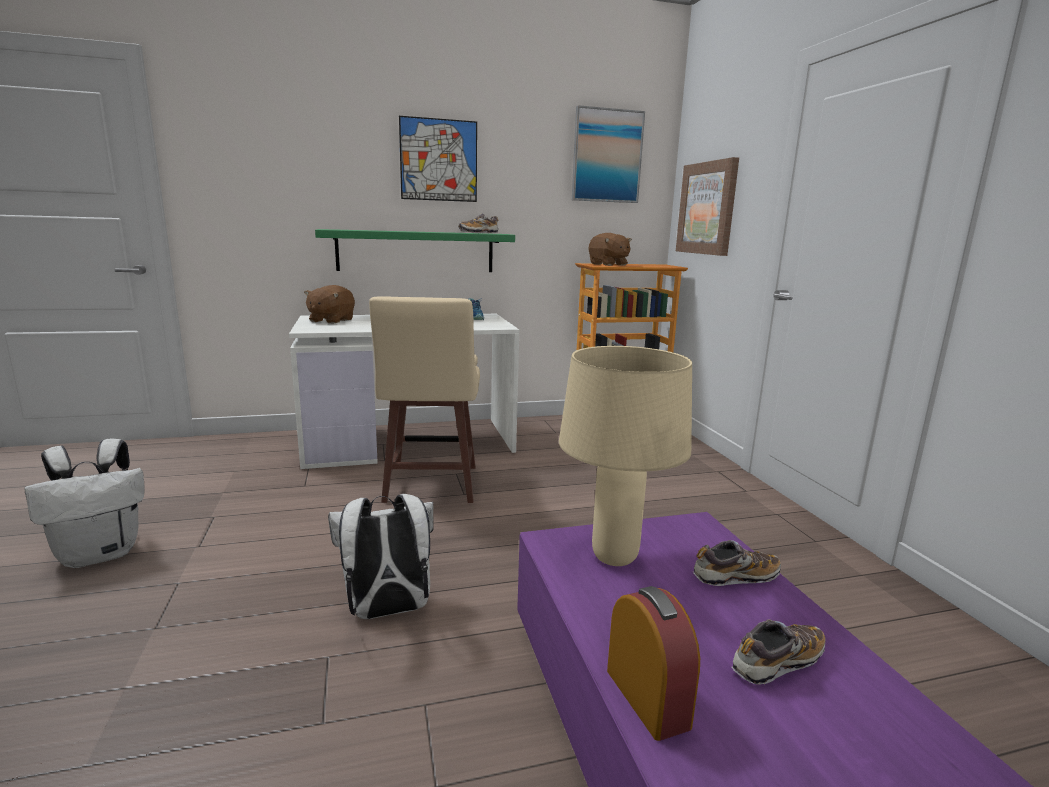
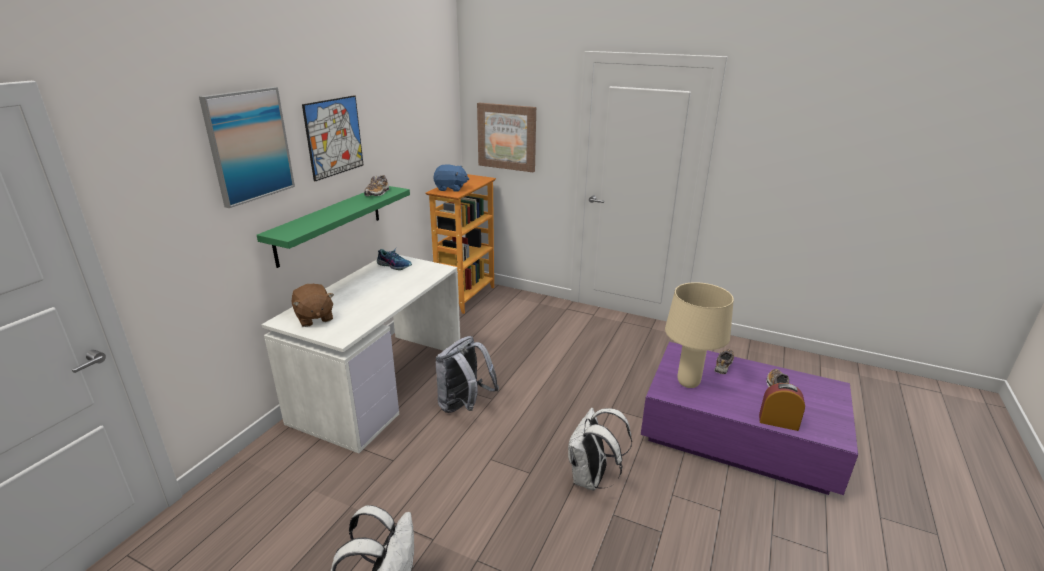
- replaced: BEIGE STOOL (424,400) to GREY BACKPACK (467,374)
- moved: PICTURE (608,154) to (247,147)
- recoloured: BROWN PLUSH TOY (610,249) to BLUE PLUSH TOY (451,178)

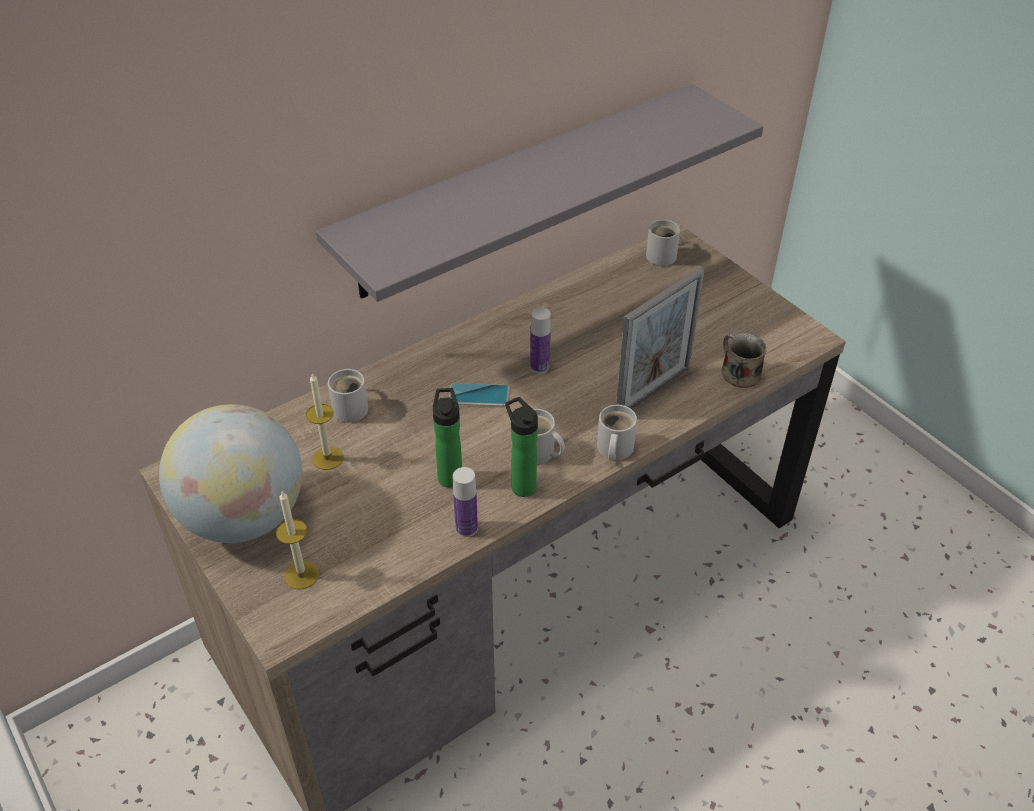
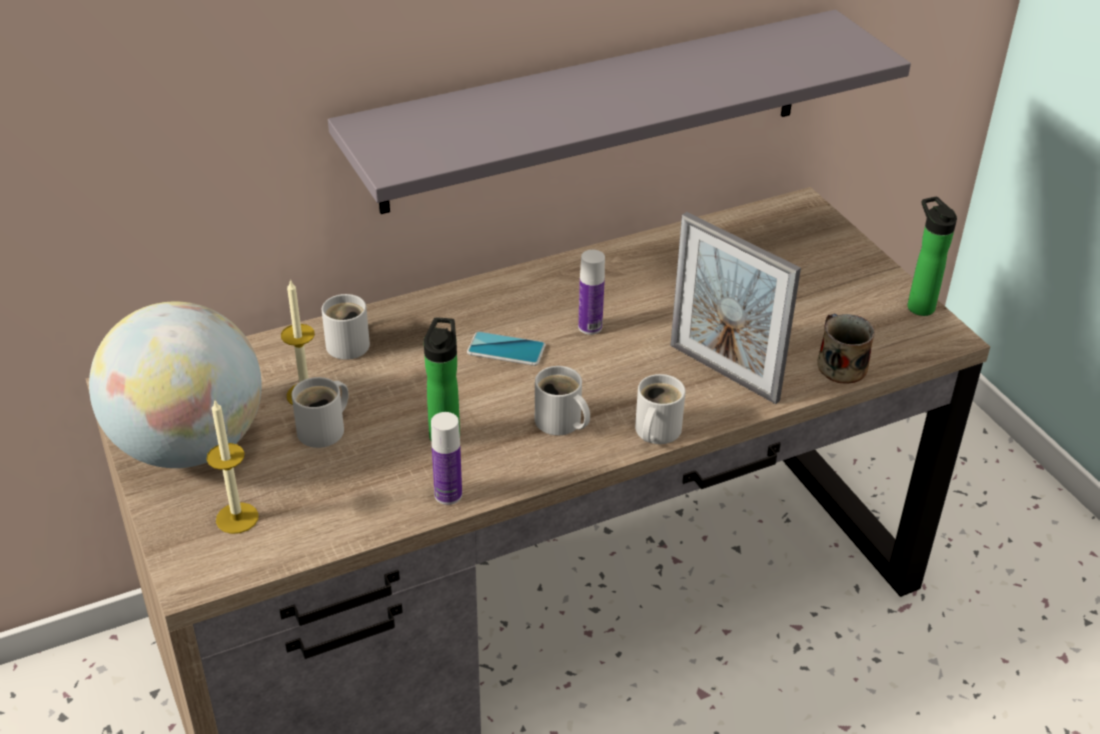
- moved: BOTTLE (521,447) to (932,256)
- turned: PICTURE FRAME (660,338) = (735,308) 75 degrees clockwise
- moved: WHITE MUG (663,243) to (320,412)

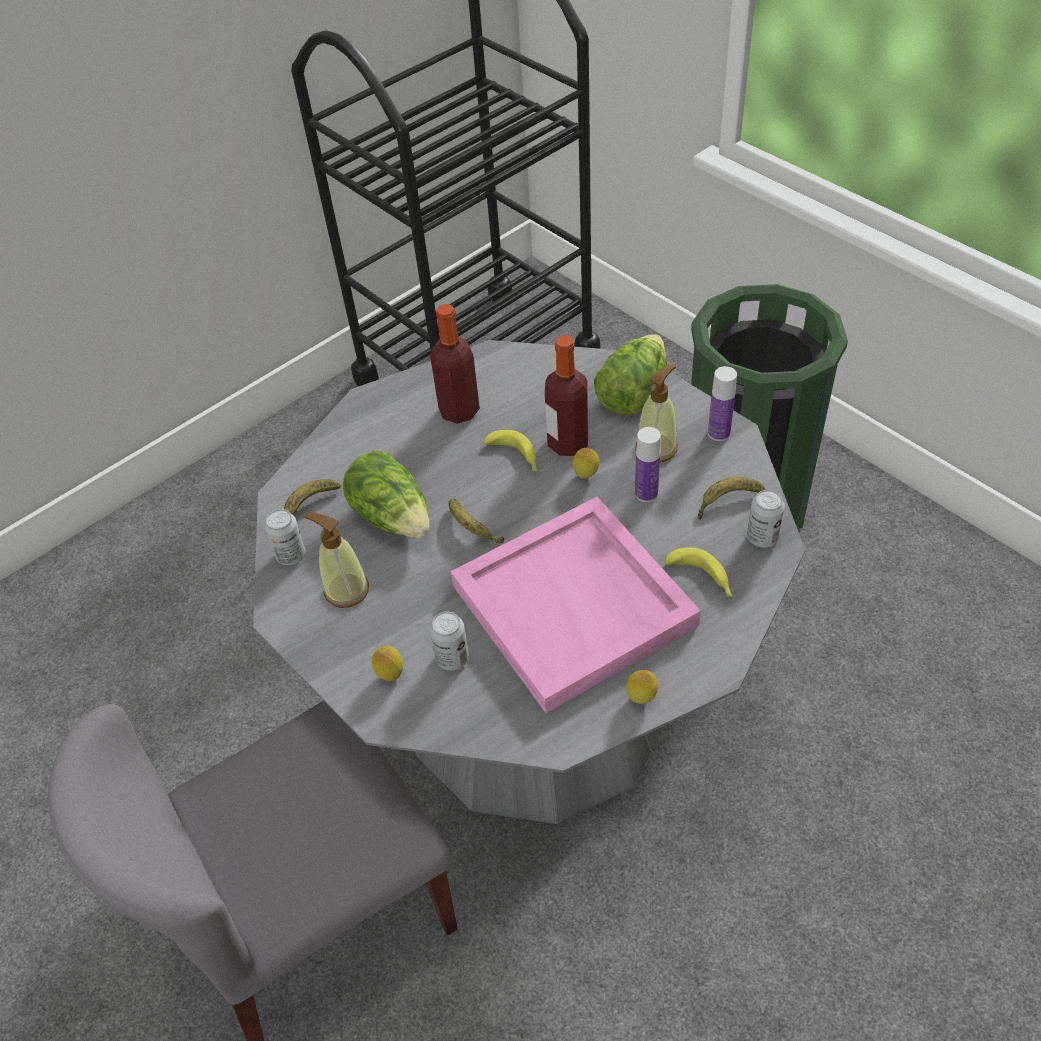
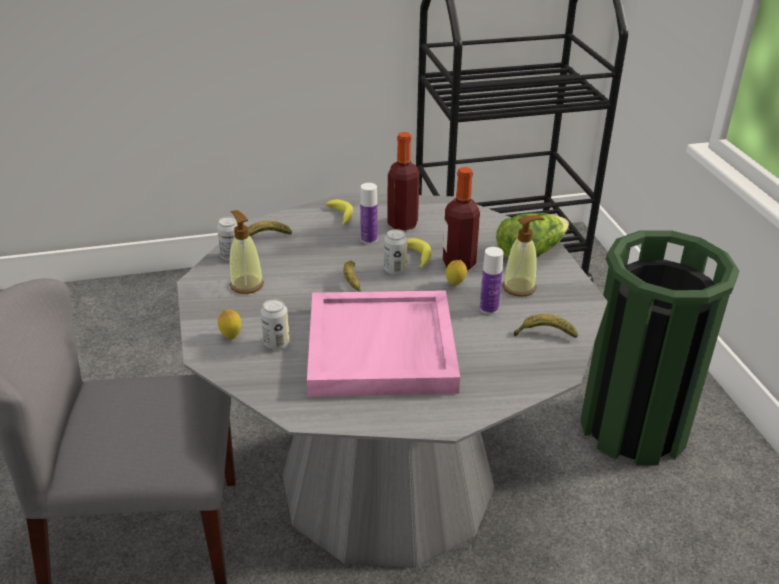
- removed: LETTUCE (386,494)
- removed: LEMON (642,687)
- moved: BANANA (699,572) to (339,212)
- moved: BOTTLE (722,403) to (368,213)
- moved: CAN (766,519) to (396,252)

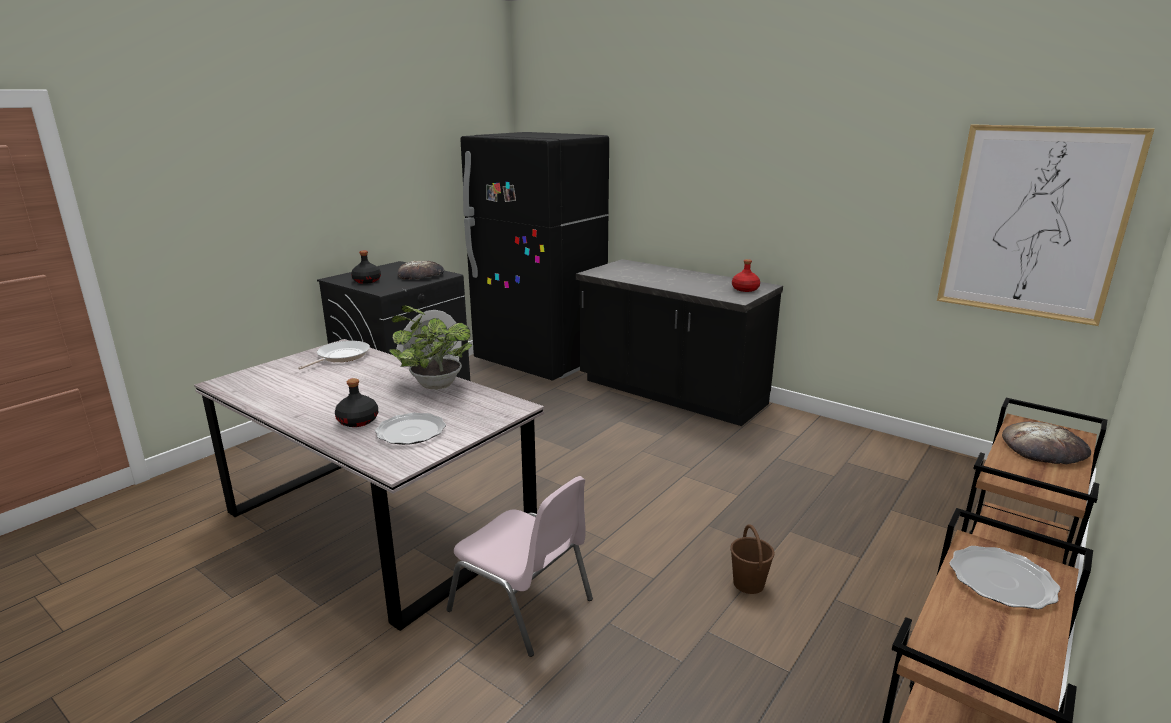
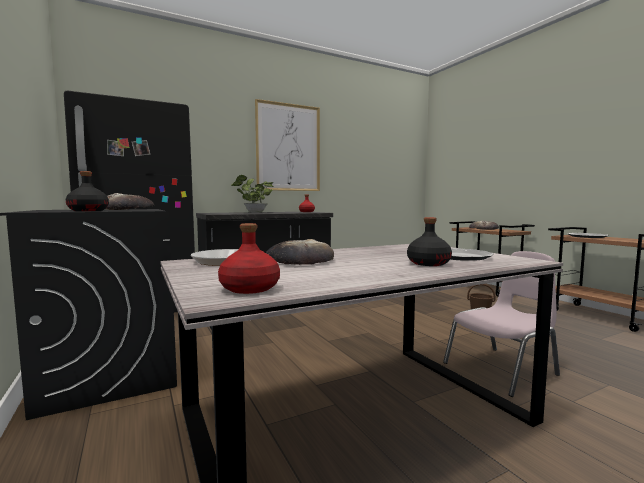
- moved: POTTED PLANT (430,347) to (252,194)
- moved: PICTURE (1045,225) to (287,145)
- added: RED BOTTLE (249,258)
- added: BREAD (300,252)

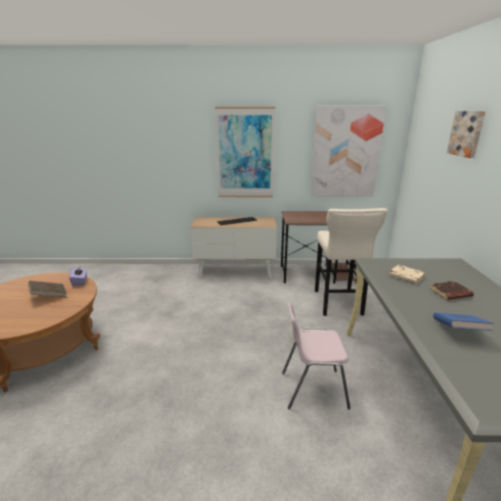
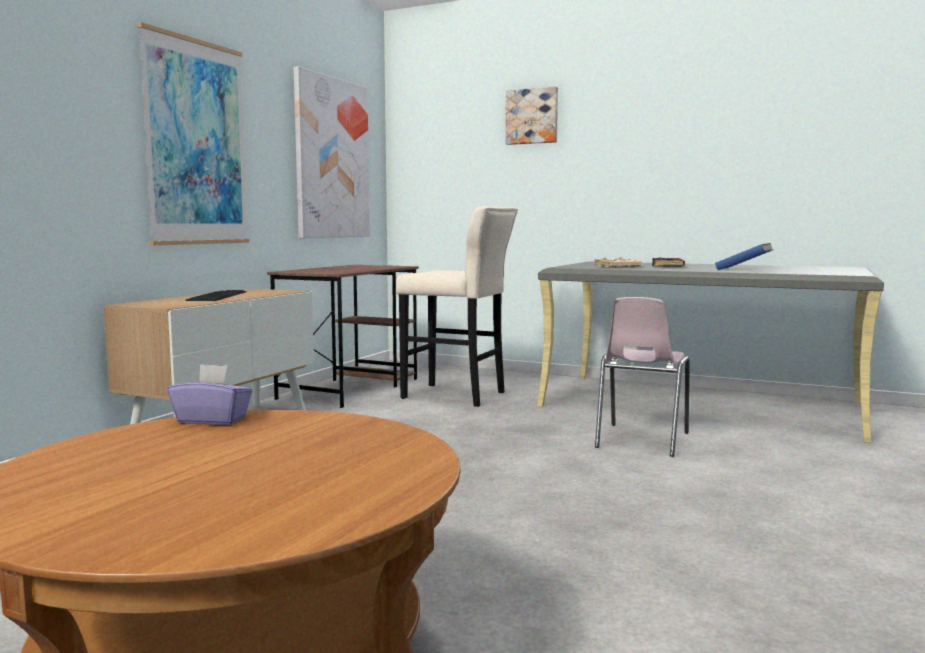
- removed: BROWN BOOK (47,289)

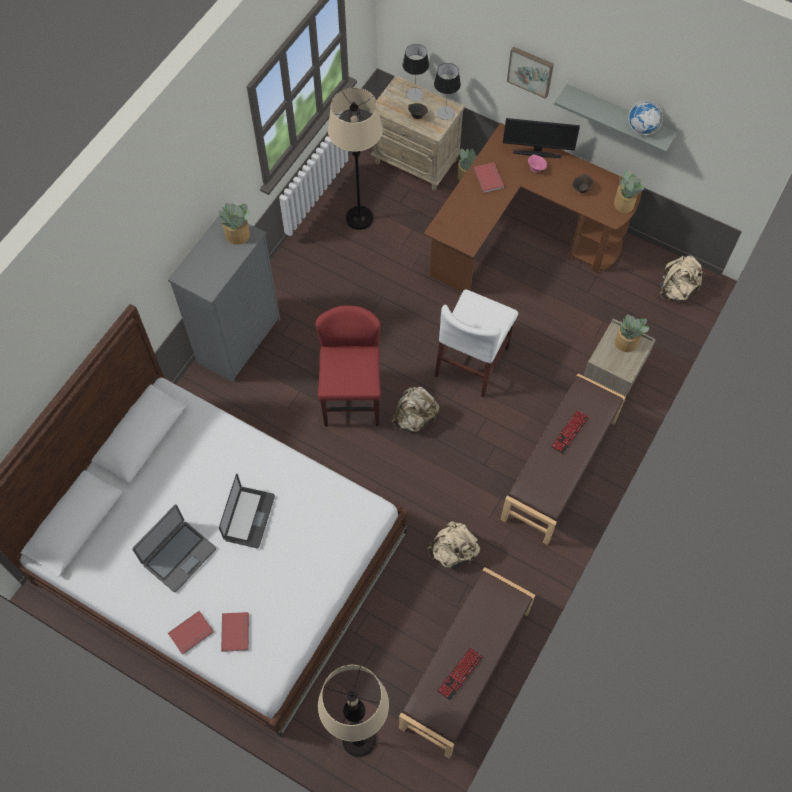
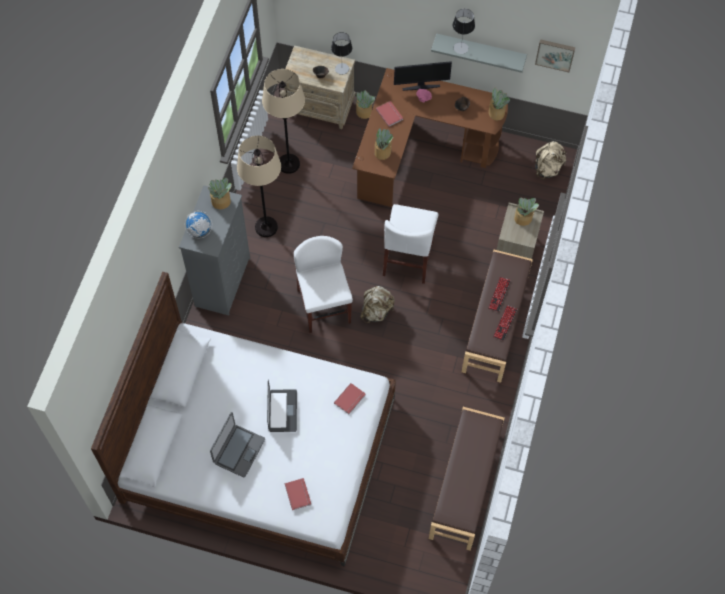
- moved: RED BOOK (191,633) to (350,398)
- recoloured: RED CHAIR (348,365) to WHITE CHAIR (323,284)
- moved: BEIGE FLOOR LAMP (353,711) to (259,186)
- moved: TABLE LAMP (416,72) to (464,31)
- removed: BEIGE BACKPACK (453,544)
- moved: KEYBOARD (460,674) to (505,323)
- moved: PICTURE (530,73) to (555,55)
- moved: GLOBE (645,117) to (198,224)
- added: POTTED PLANT (384,144)

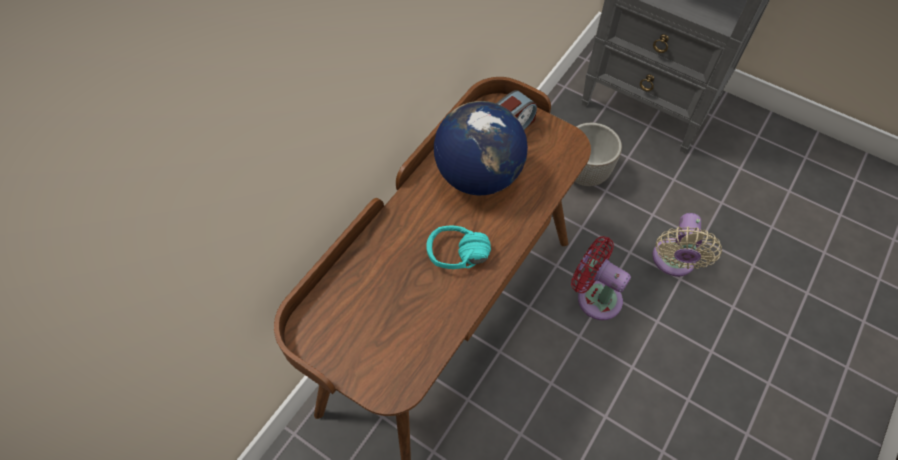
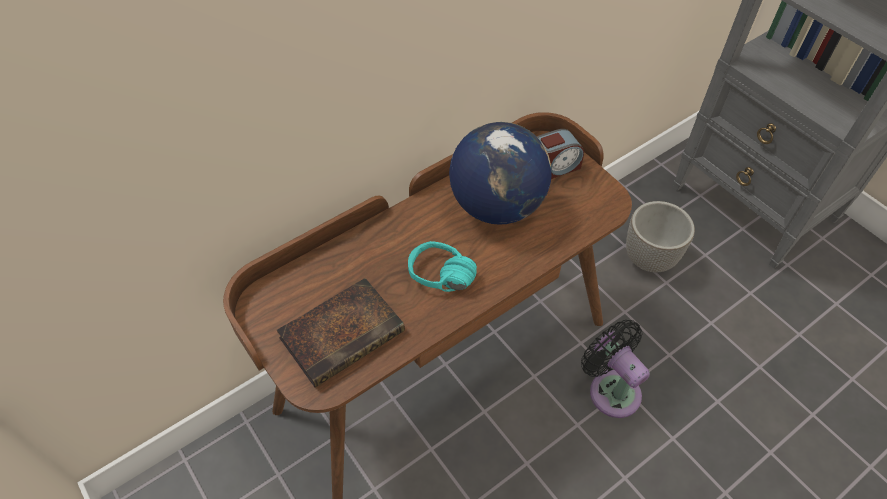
- recoloured: RED FAN (601,278) to BLACK FAN (615,369)
- removed: BEIGE FAN (687,244)
- added: BOOK (341,332)

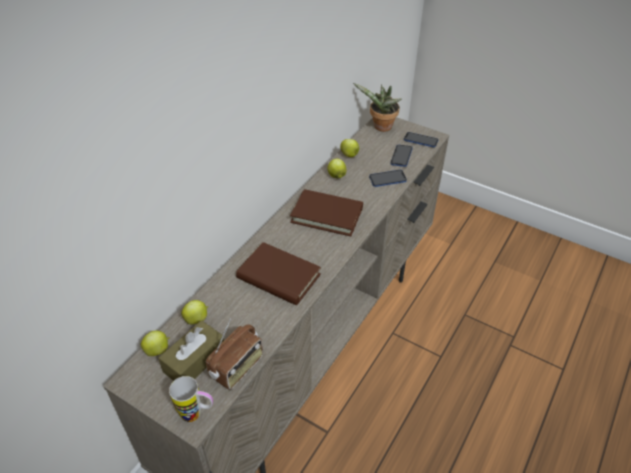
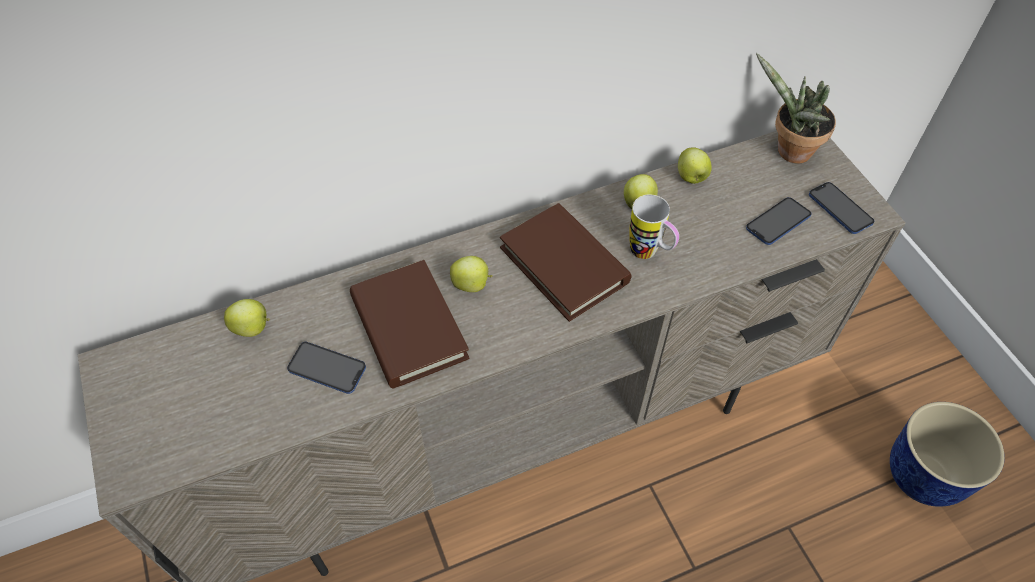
- moved: APPLE (155,343) to (471,274)
- removed: BROWN TISSUE BOX (191,350)
- moved: MUG (191,399) to (654,226)
- removed: RADIO (234,354)
- moved: PHONE (388,178) to (326,367)
- added: PLANTER (947,454)

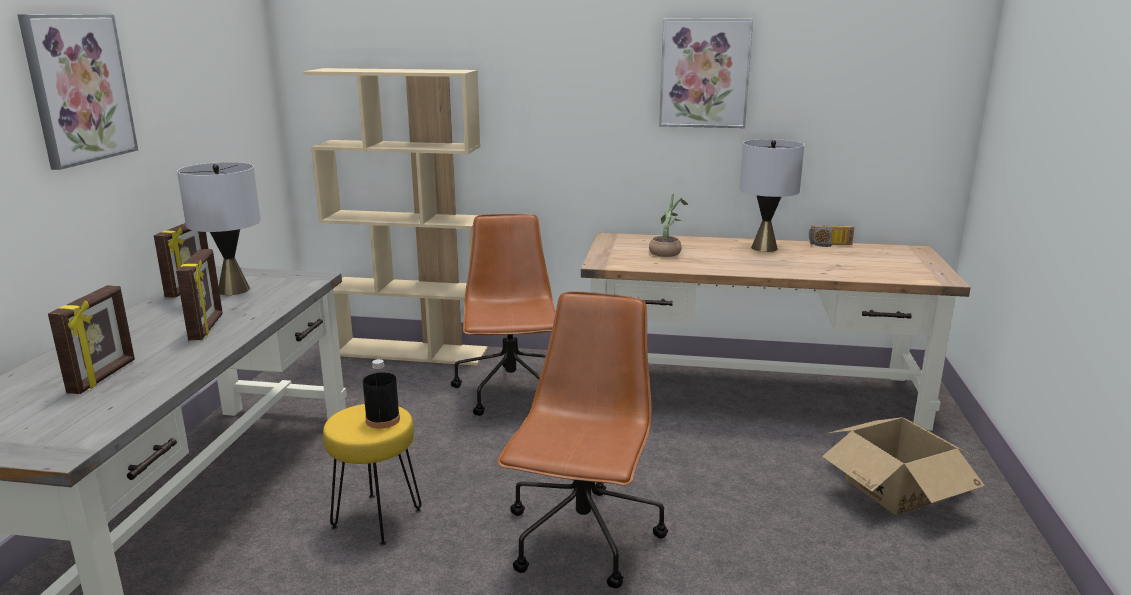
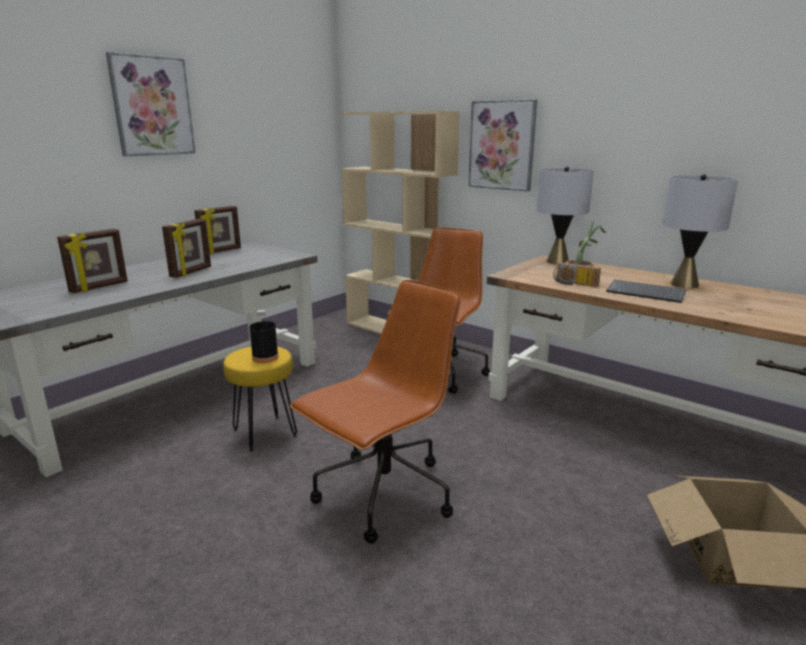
- moved: GREY TABLE LAMP (219,228) to (565,215)
- moved: PICTURE (706,73) to (502,145)
- moved: RADIO (831,236) to (577,274)
- added: KEYBOARD (646,291)

